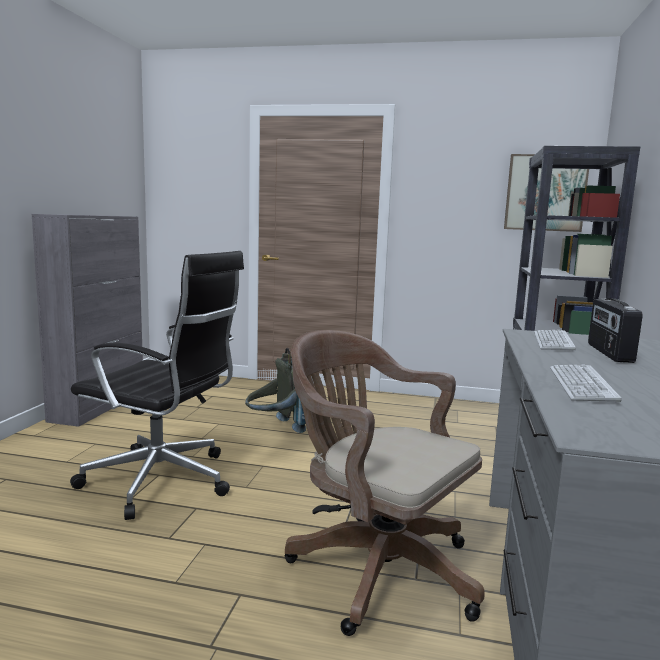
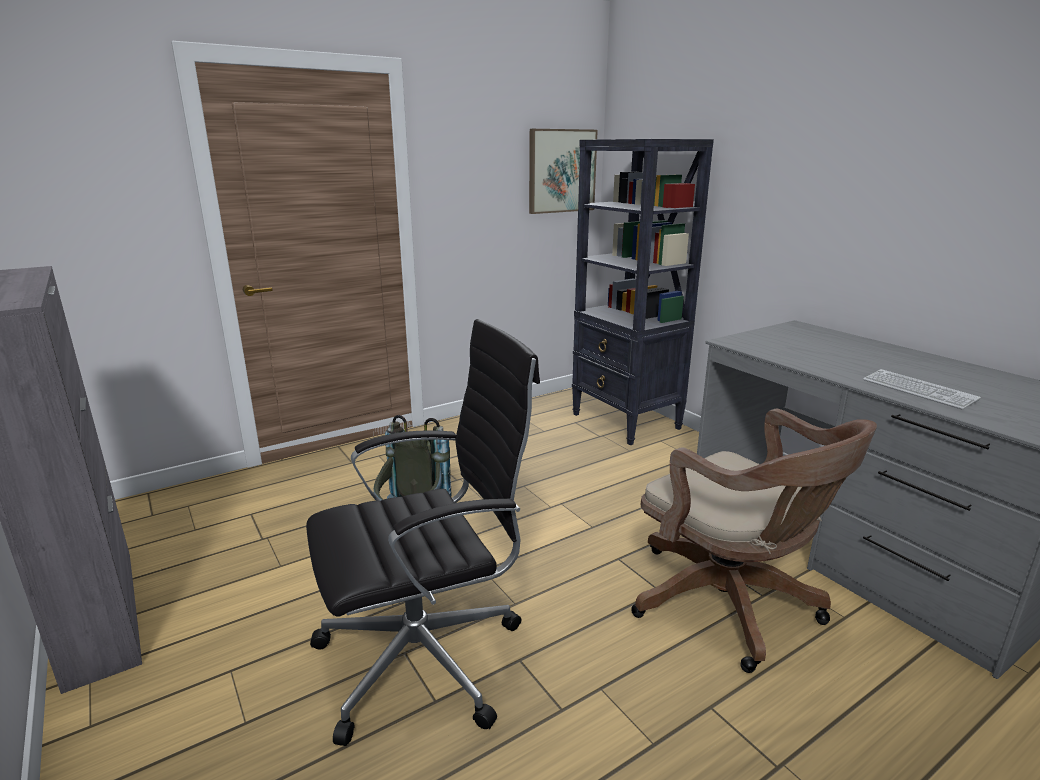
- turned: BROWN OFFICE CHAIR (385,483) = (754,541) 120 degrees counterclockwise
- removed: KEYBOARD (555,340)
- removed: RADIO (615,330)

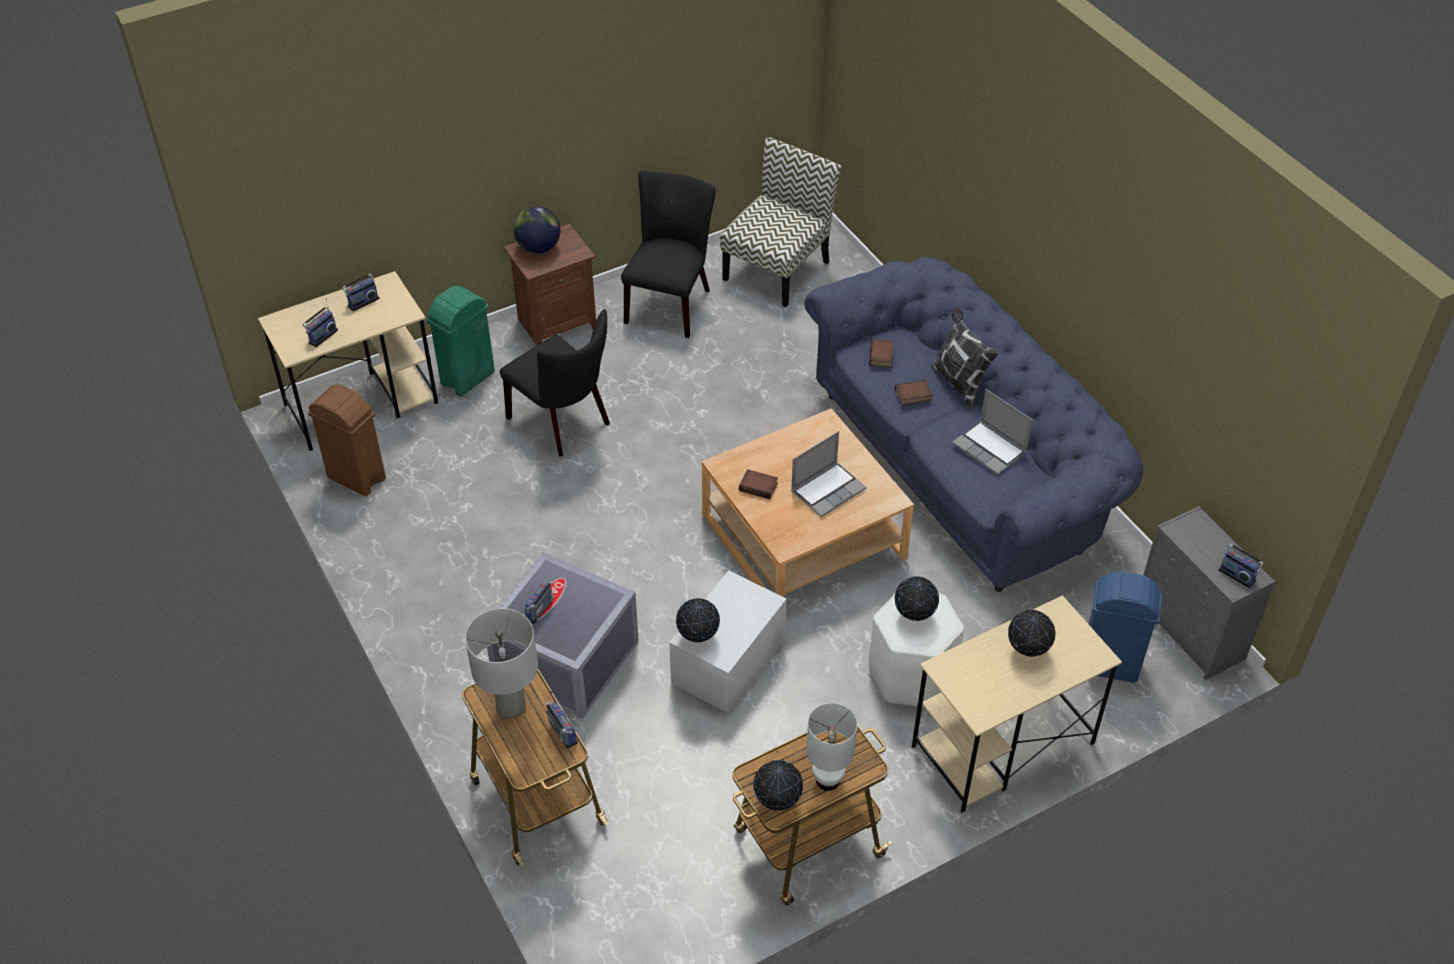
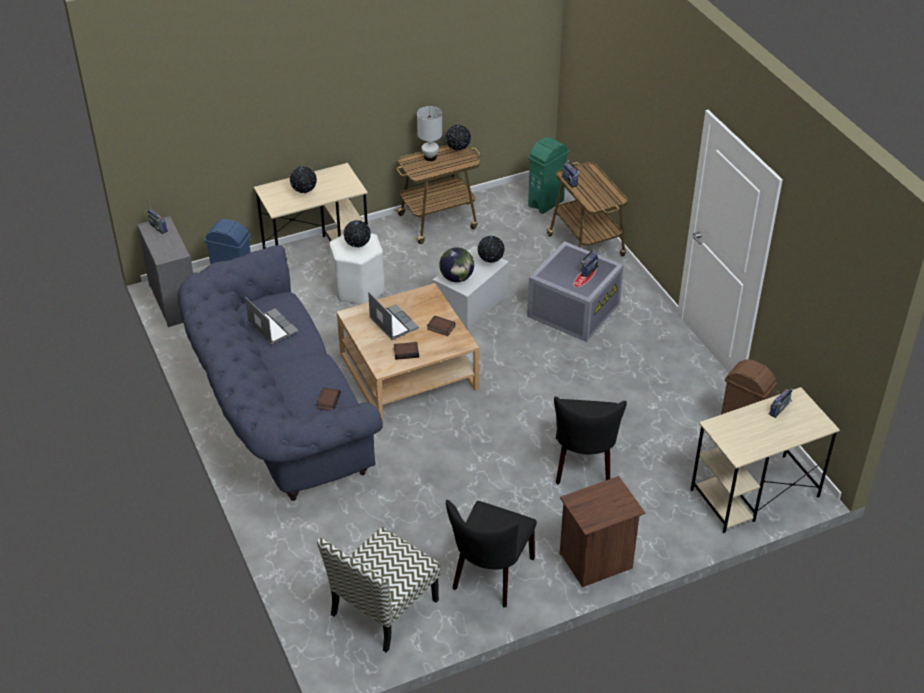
- removed: RADIO (360,288)
- moved: GREEN TRASH CAN (460,341) to (548,175)
- removed: GREY TABLE LAMP (501,663)
- turned: BLACK CHAIR (555,382) = (590,440) 135 degrees counterclockwise
- moved: GLOBE (537,230) to (456,264)
- turned: LAPTOP (828,474) = (393,316) 90 degrees clockwise
- moved: BOOK (913,393) to (406,351)
- removed: PILLOW (965,358)

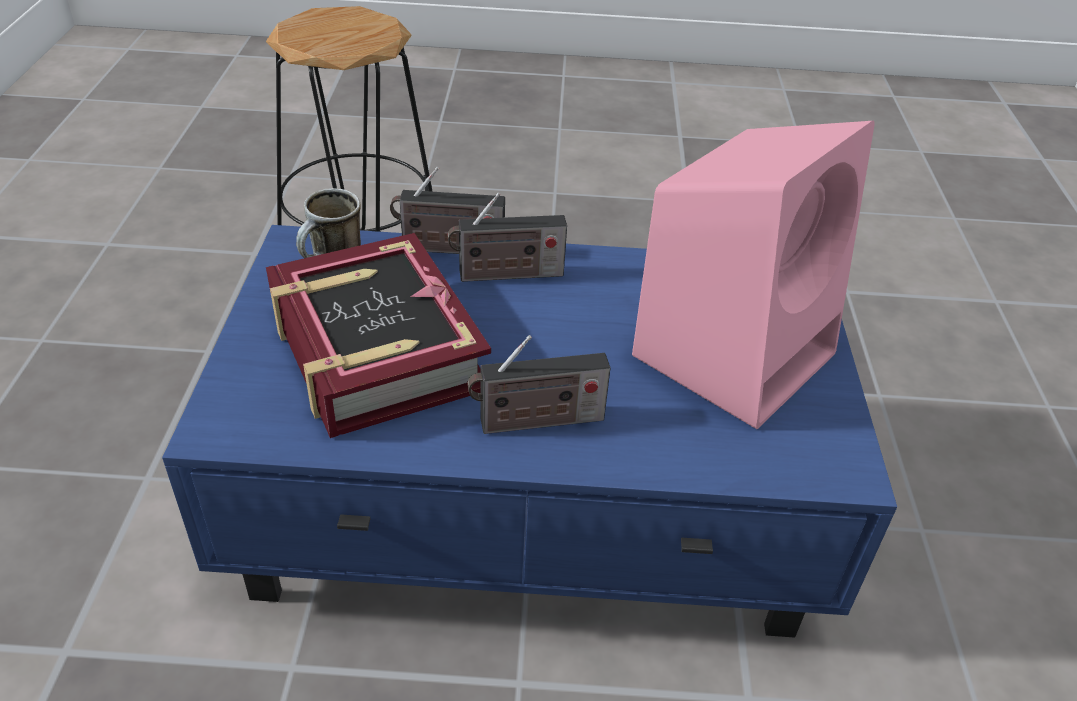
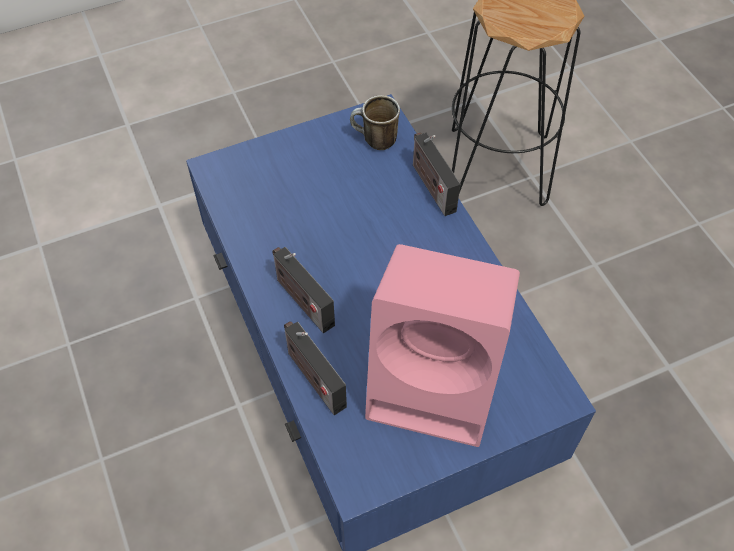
- removed: BOOK (378,335)
- moved: RADIO (507,237) to (315,368)

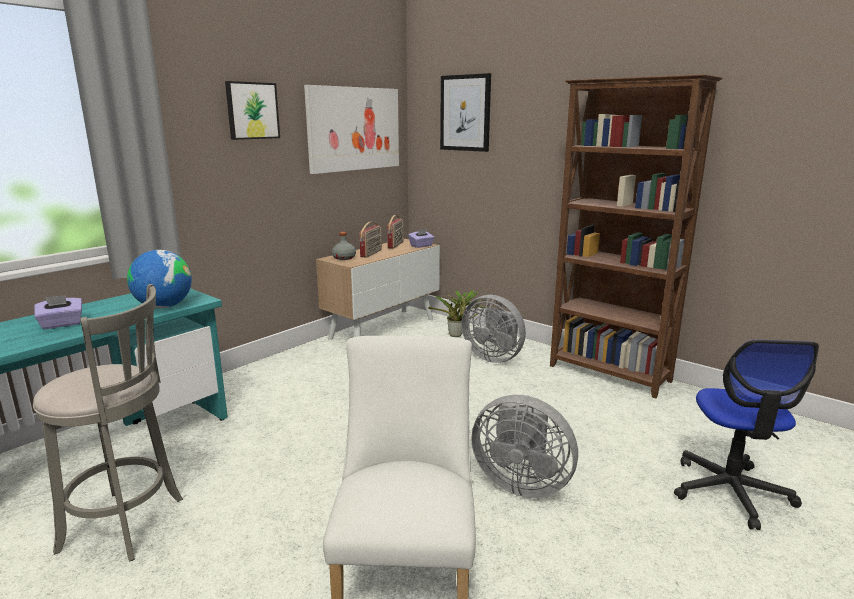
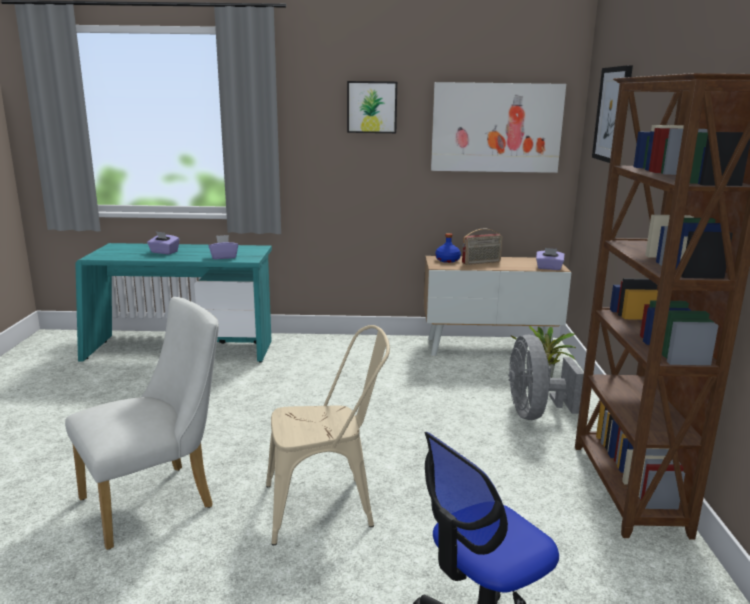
- removed: GREY STOOL (108,423)
- replaced: GLOBE (159,279) to PURPLE TISSUE BOX (223,247)
- recoloured: GREY BOTTLE (344,246) to BLUE BOTTLE (448,248)
- removed: RADIO (395,232)
- replaced: GREY FAN (524,446) to BEIGE CHAIR (328,435)

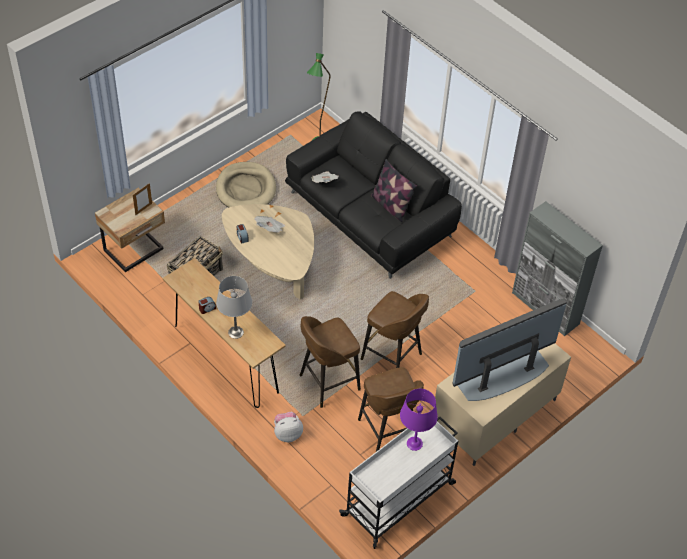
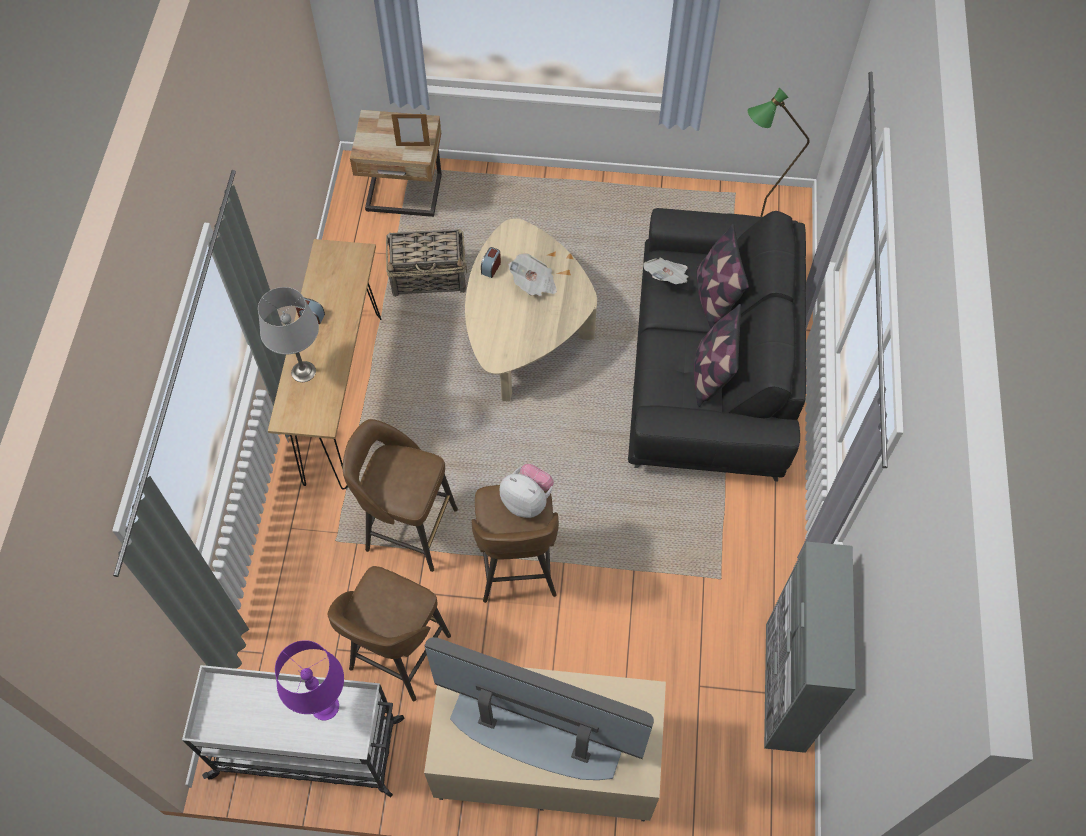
- removed: BEIGE DOG BED (246,184)
- moved: PLUSH TOY (288,427) to (527,491)
- added: PILLOW (722,276)

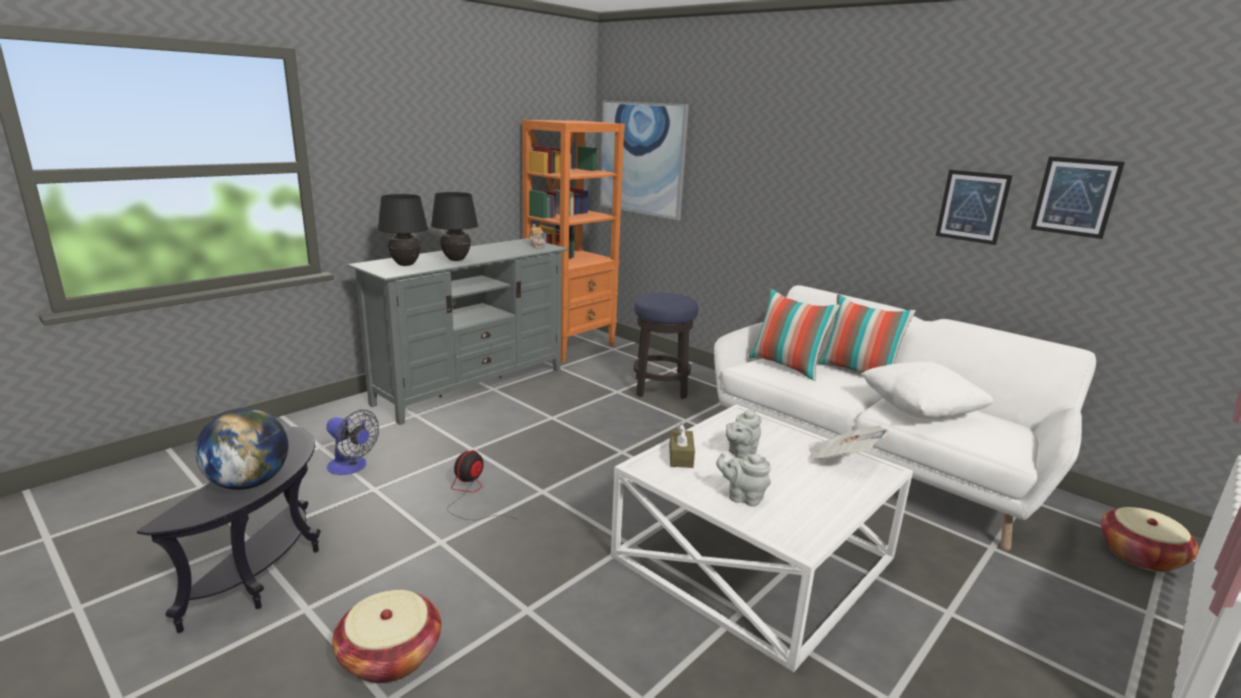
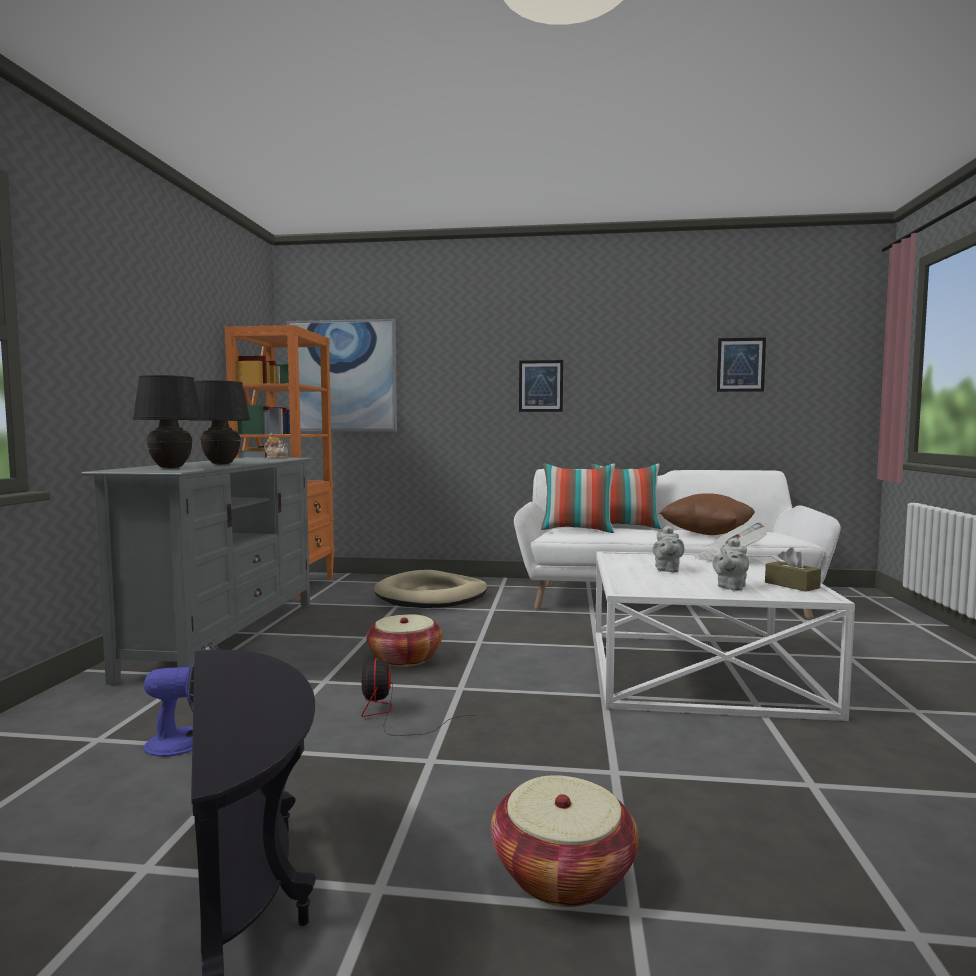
- removed: GLOBE (241,449)
- replaced: STOOL (665,346) to BEIGE DOG BED (431,589)
- moved: BROWN TISSUE BOX (682,445) to (793,569)
- turned: GREY TEAPOT (743,480) = (730,564) 45 degrees counterclockwise
- recoloured: WHITE PILLOW (927,390) to BROWN PILLOW (707,514)
- moved: PICTURE (974,207) to (541,386)
- moved: BASKET (1150,539) to (405,640)

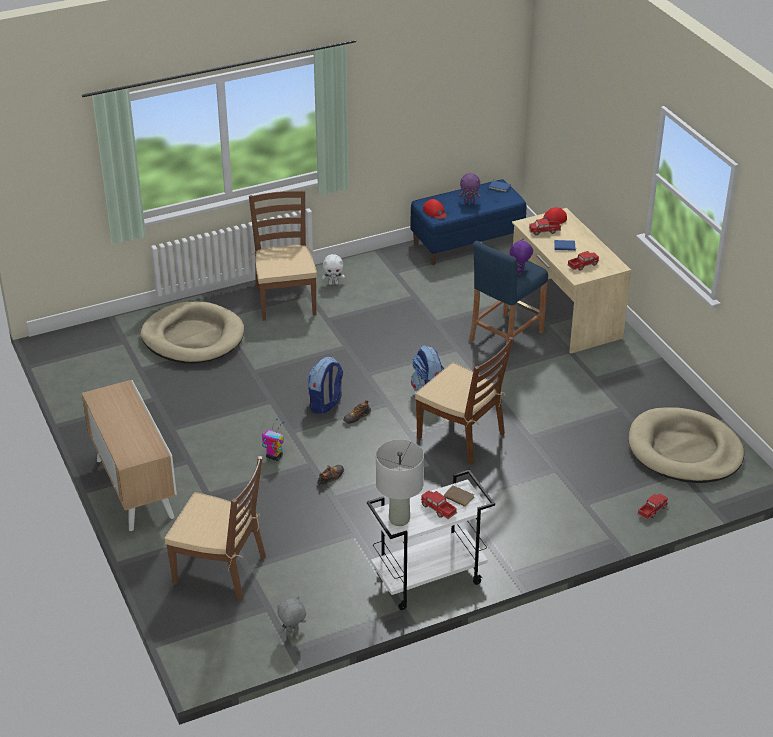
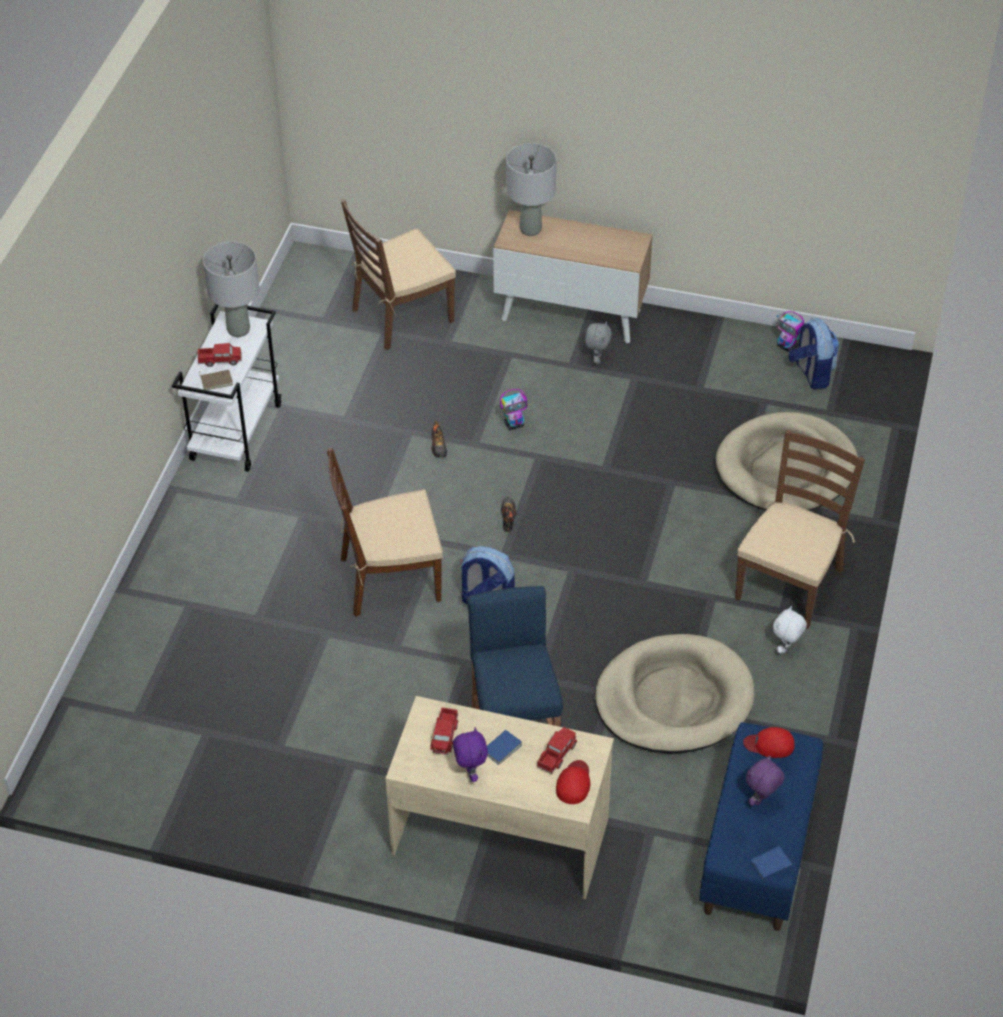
- turned: BROWN CHAIR (283,255) = (800,529) 90 degrees counterclockwise
- moved: GREY PLUSH TOY (291,615) to (598,342)
- moved: BACKPACK (325,385) to (813,353)
- moved: PURPLE PLUSH TOY (521,256) to (470,754)
- moved: BEIGE DOG BED (686,445) to (674,694)
- removed: TOY TRUCK (652,507)
- added: GREY TABLE LAMP (531,189)
- added: TOY ROBOT (790,331)

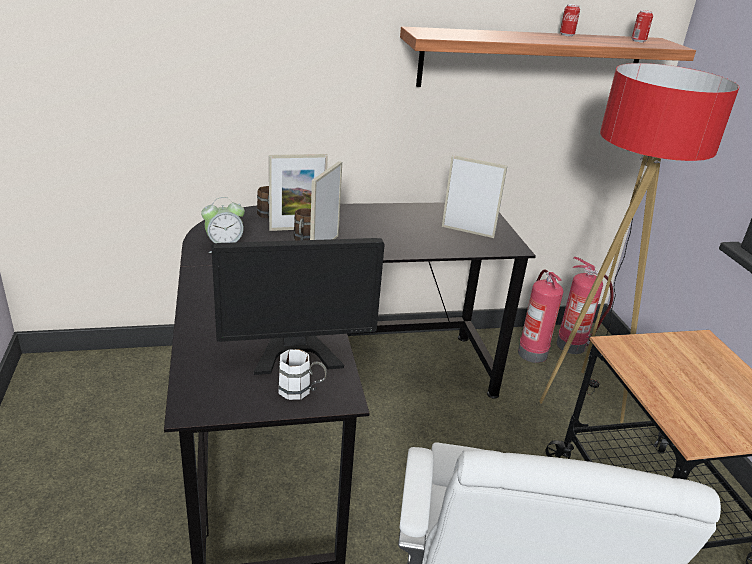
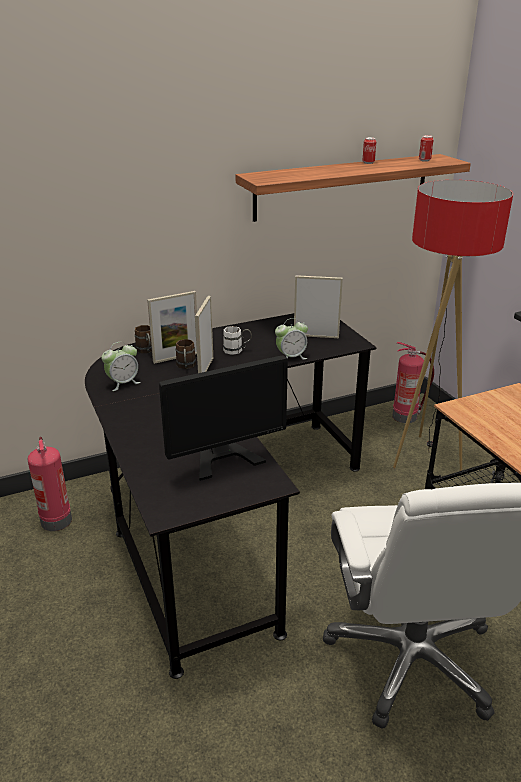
- moved: WHITE MUG (302,374) to (237,340)
- moved: FIRE EXTINGUISHER (540,316) to (50,484)
- added: ALARM CLOCK (291,339)

